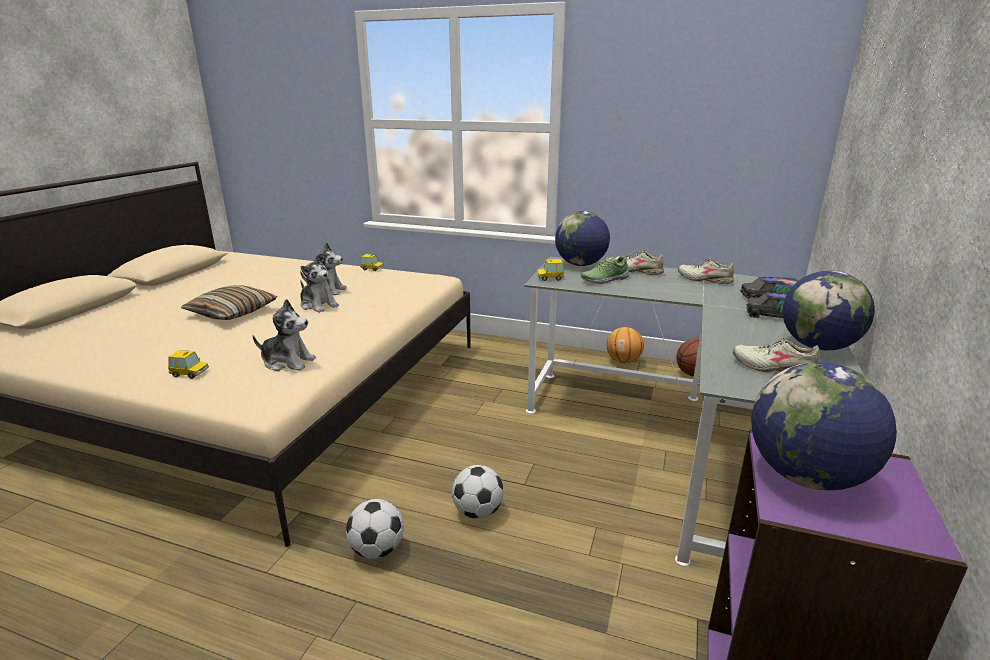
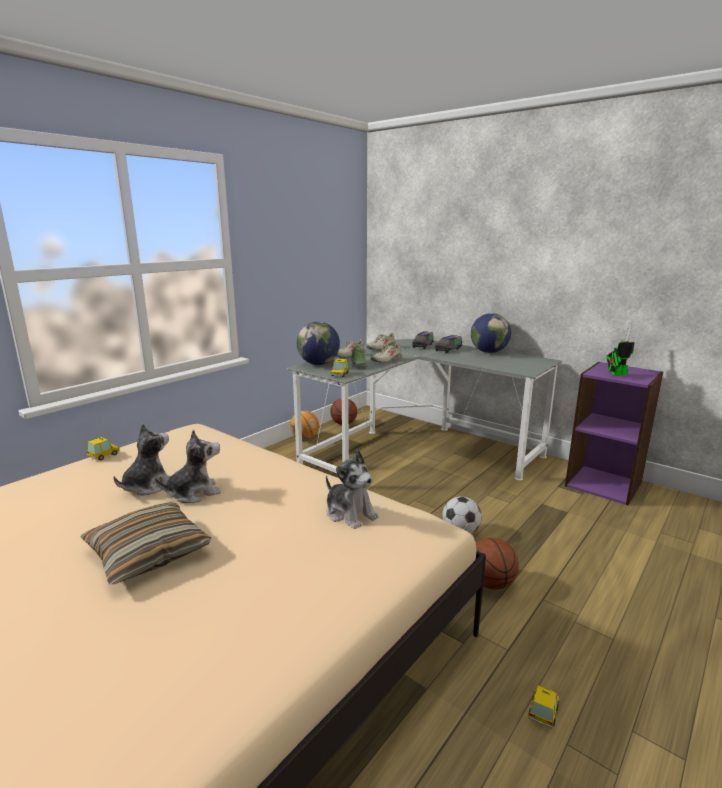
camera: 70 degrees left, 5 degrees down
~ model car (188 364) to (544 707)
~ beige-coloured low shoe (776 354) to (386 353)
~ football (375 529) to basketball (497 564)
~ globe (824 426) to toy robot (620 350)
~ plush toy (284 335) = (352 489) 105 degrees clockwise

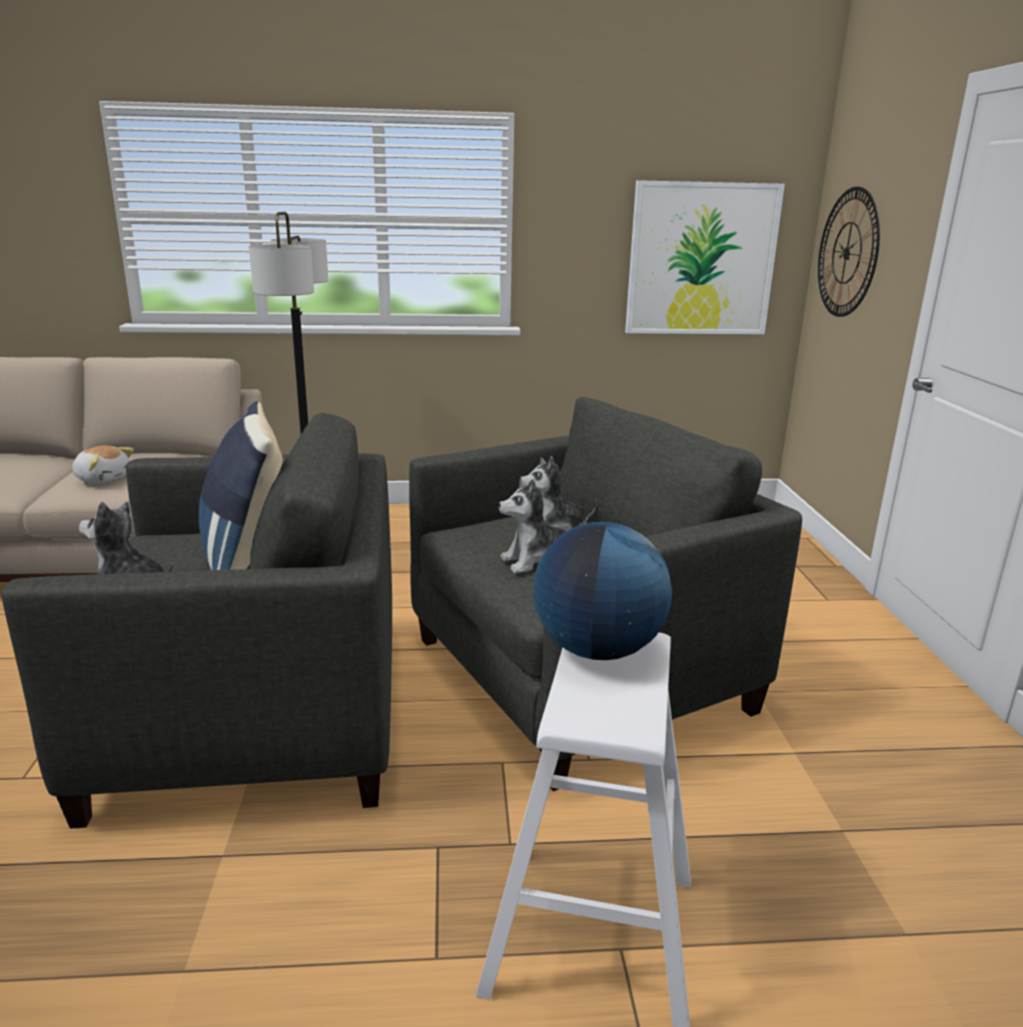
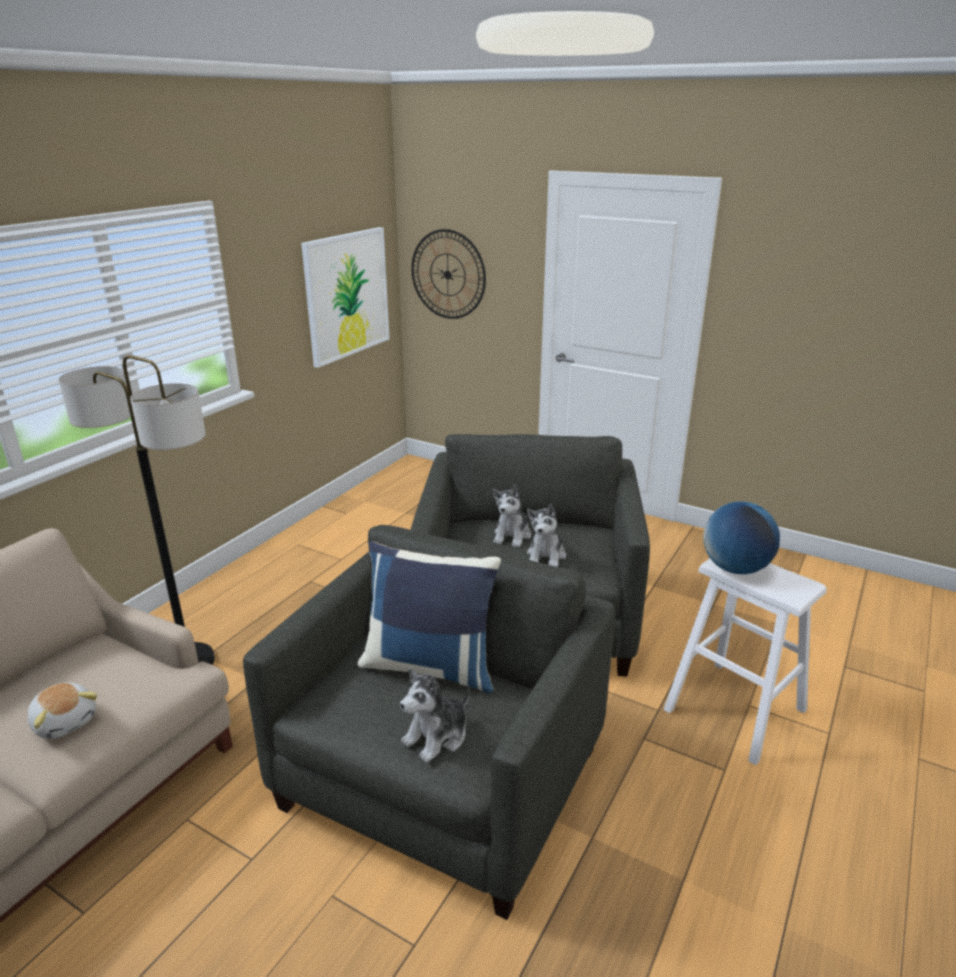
camera: 55 degrees left, 5 degrees up
~ plush toy (103 464) = (62 710) 75 degrees clockwise

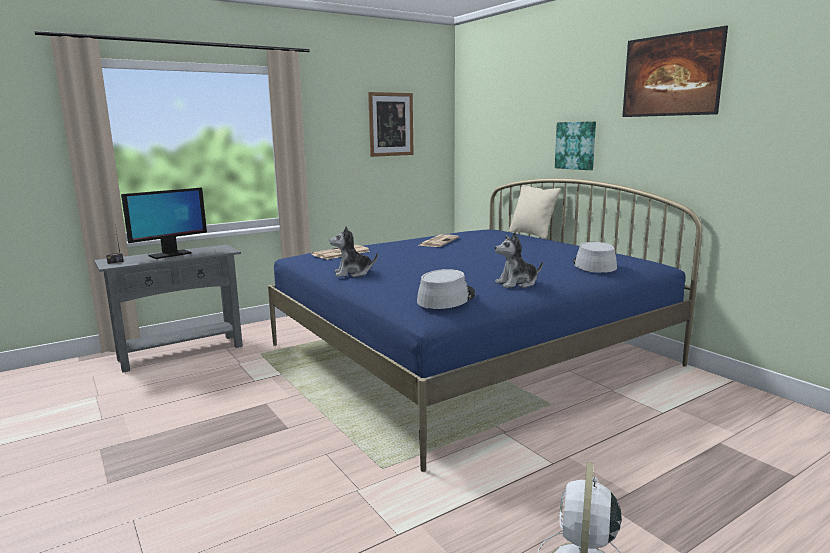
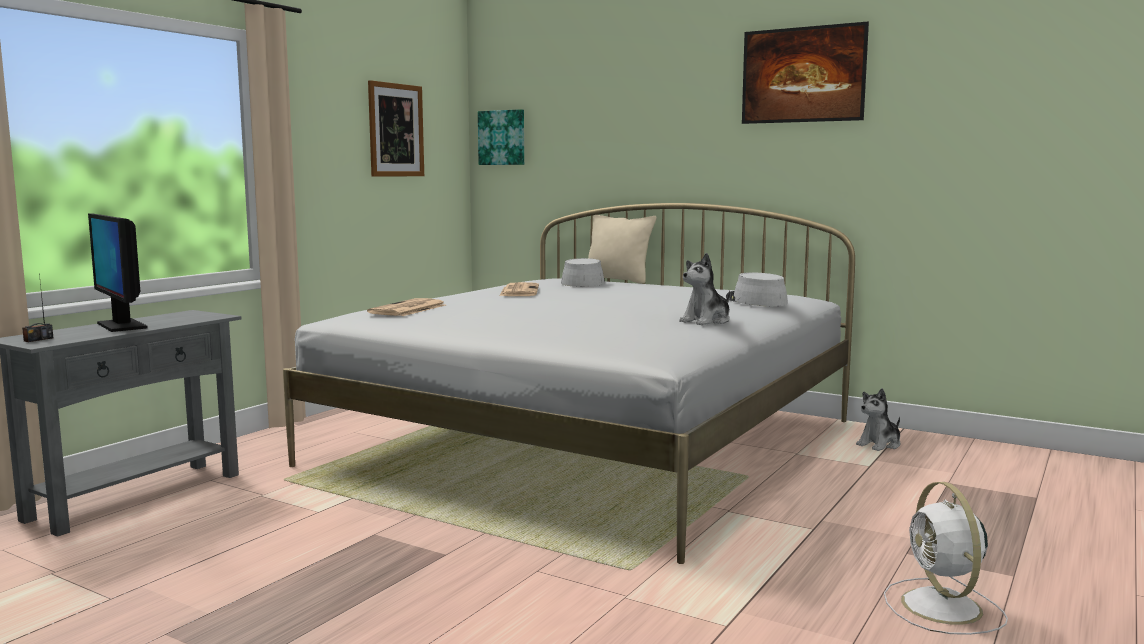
camera: 25 degrees left, 5 degrees down
~ plush toy (353 251) to (878 419)
~ gray clothing hat (446 289) to (583 272)
~ wall picture (575 145) to (501 137)
~ blue-coloured sleeping bed (485 325) to whitish sleeping bed (569 383)
~ monitor (164 223) = (117 272) 120 degrees clockwise

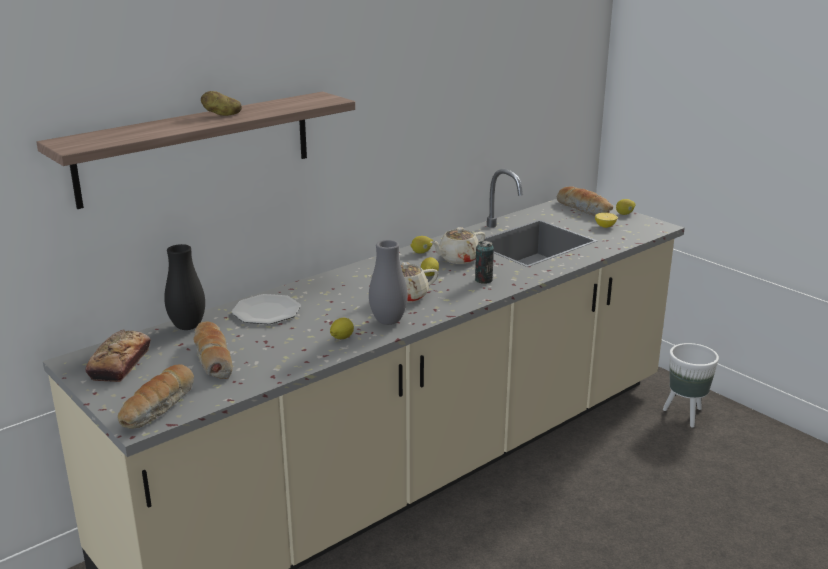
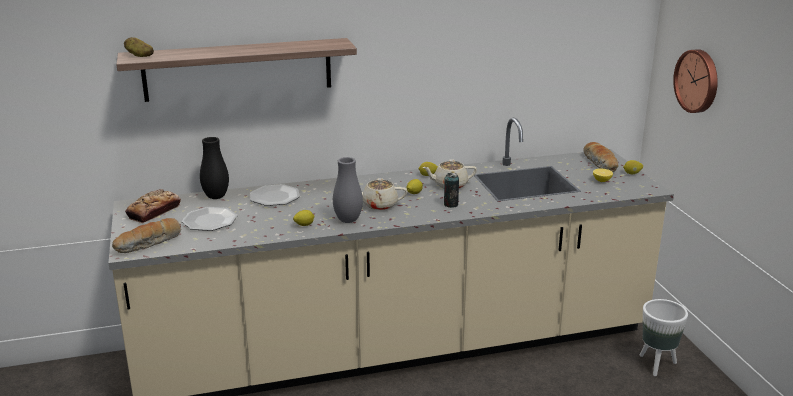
camera: 25 degrees right, 0 degrees up
+ wall clock (695 81)
~ whole potato (221 103) to (139 47)
~ baked bread (213 350) to plate (209 219)

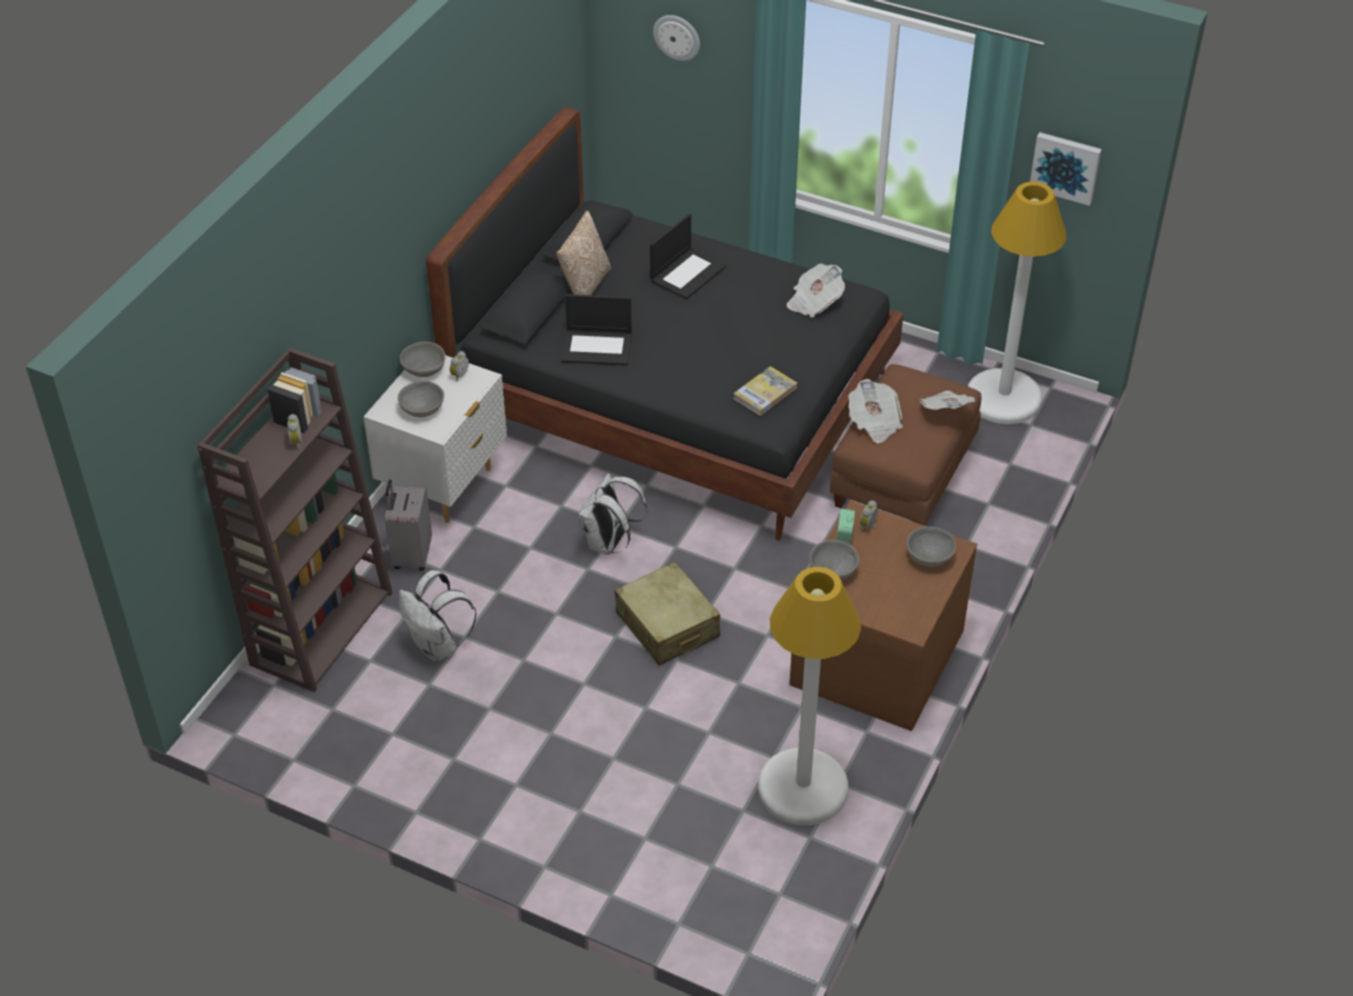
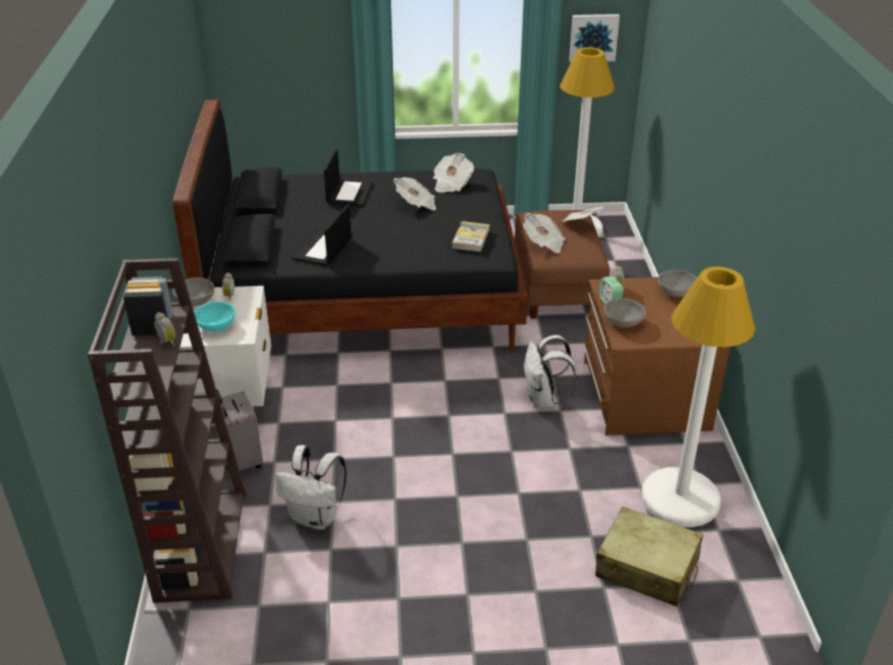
camera: 30 degrees left, 10 degrees down
- cushion (583 253)
- wall clock (676 38)
+ daily paper (414 193)
~ whitish knapsack (612 514) to (551 371)
~ beige-coloured suitcase (667 613) to (649 556)
~ gray serving bowl (421 399) to blue-green serving bowl (215 317)
~ notebook computer (596 330) = (322 235) 135 degrees clockwise

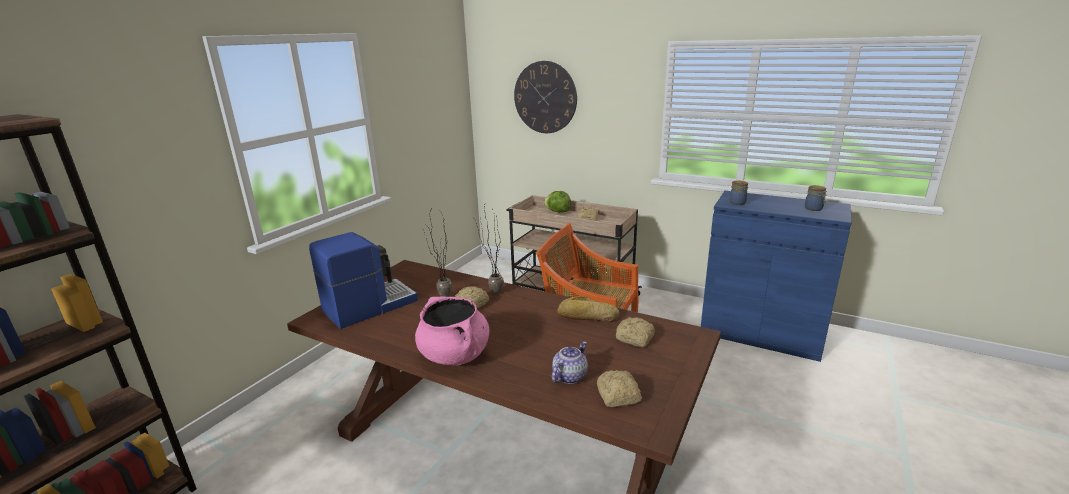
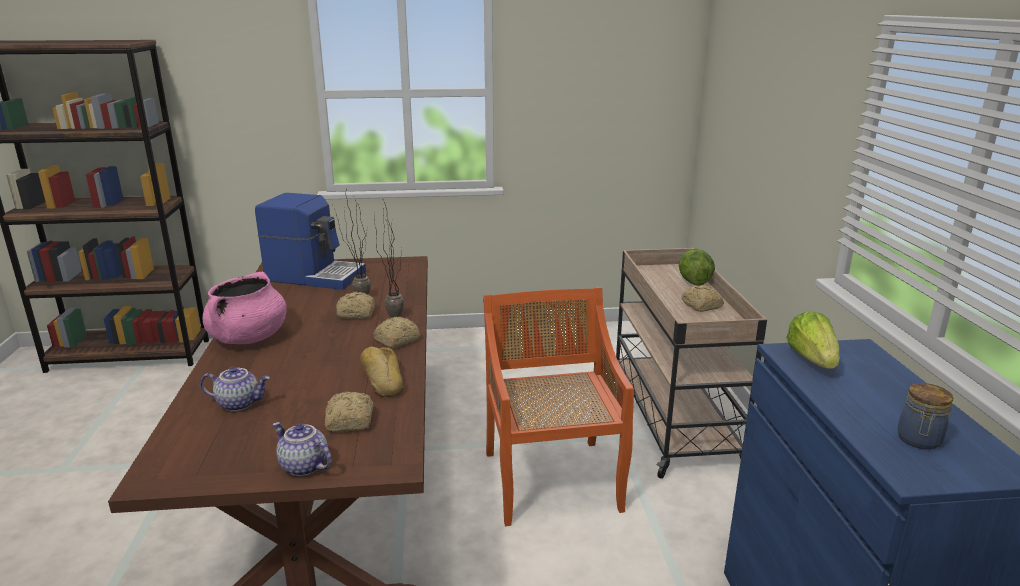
camera: 55 degrees right, 0 degrees up
- wall clock (545 97)
+ tea pot (302 449)
~ baked bread (619 388) to (396 332)
~ preserve jar (738 193) to head of lettuce (813 340)

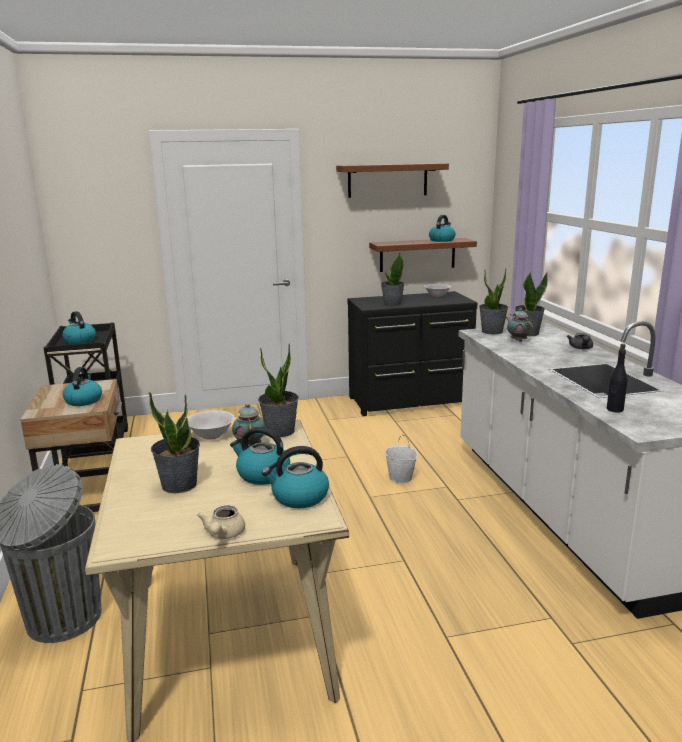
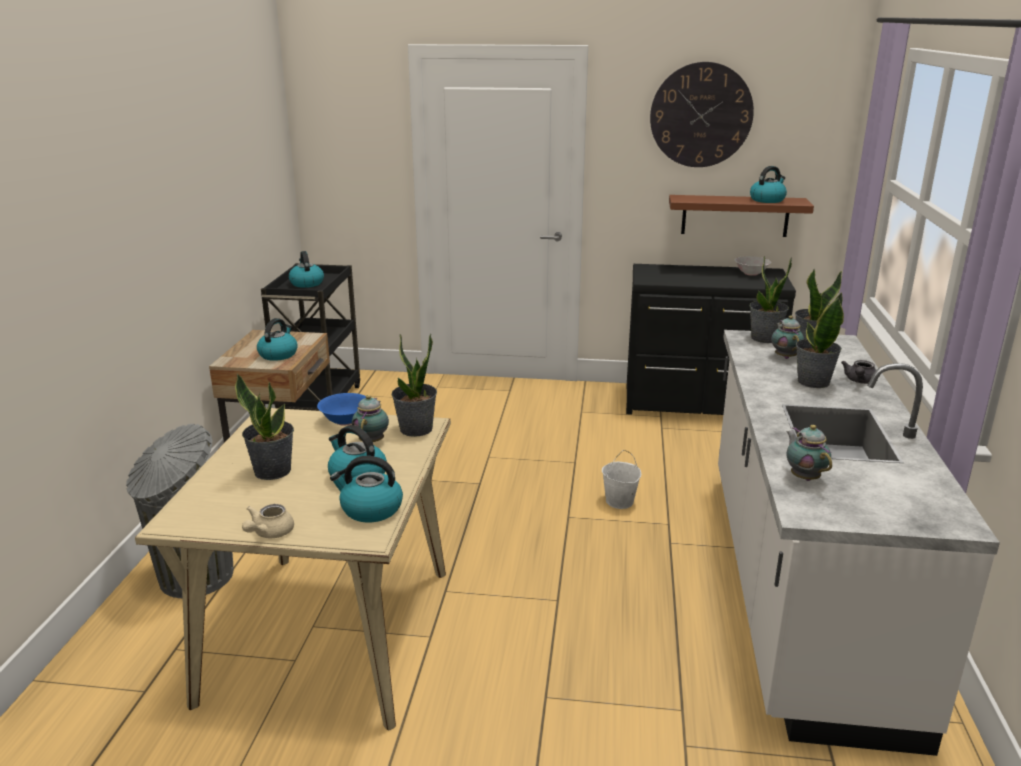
camera: 20 degrees right, 5 degrees up
~ houseplant (392 279) to (820 340)
~ brown bracket shelf (392 180) to wall clock (702 114)
~ black beverage bottle (617 378) to tea pot (809 453)
~ whitish serving bowl (211 425) to blue-coloured serving bowl (341 409)

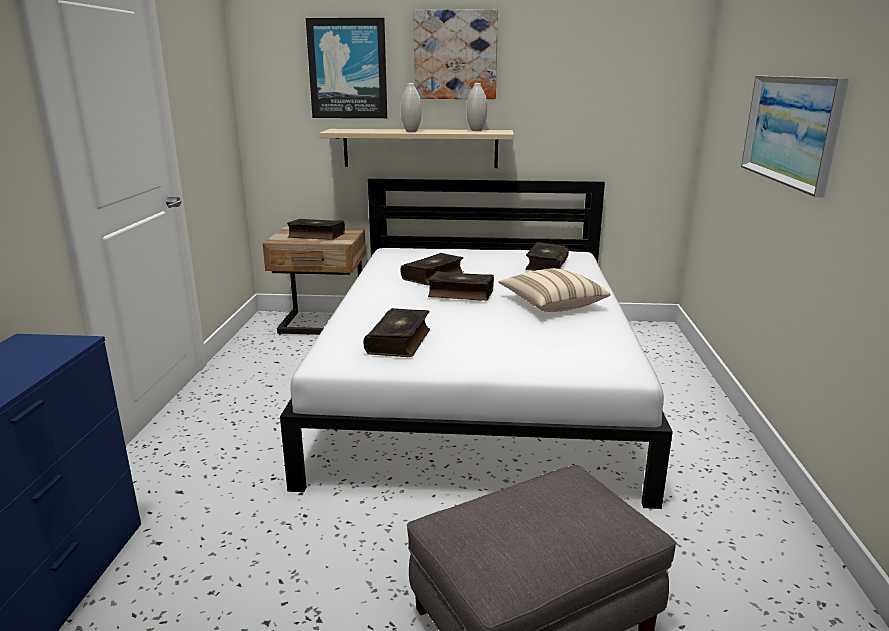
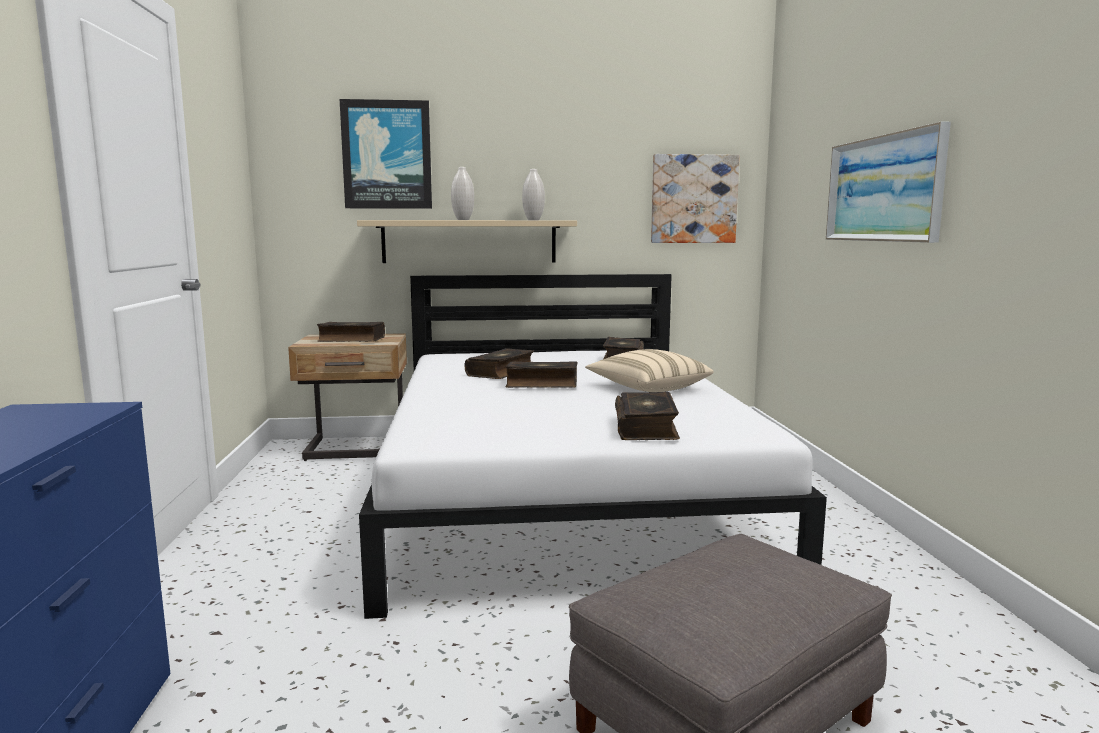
camera: 10 degrees left, 10 degrees down
~ bound book (396 332) to (647 416)
~ wall picture (455 54) to (695 198)

